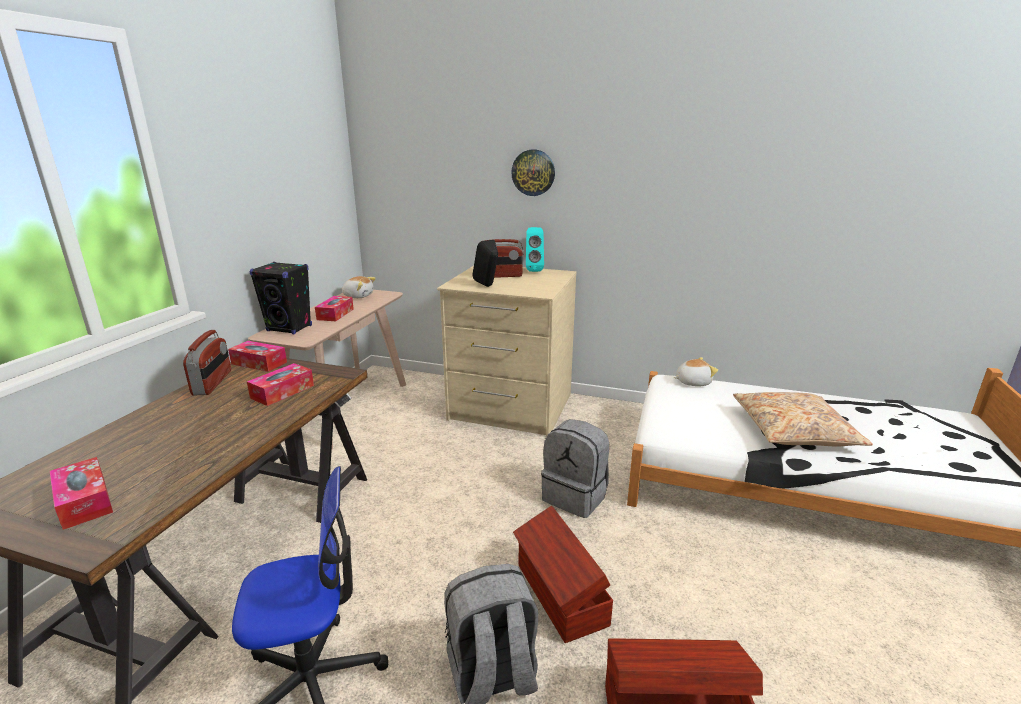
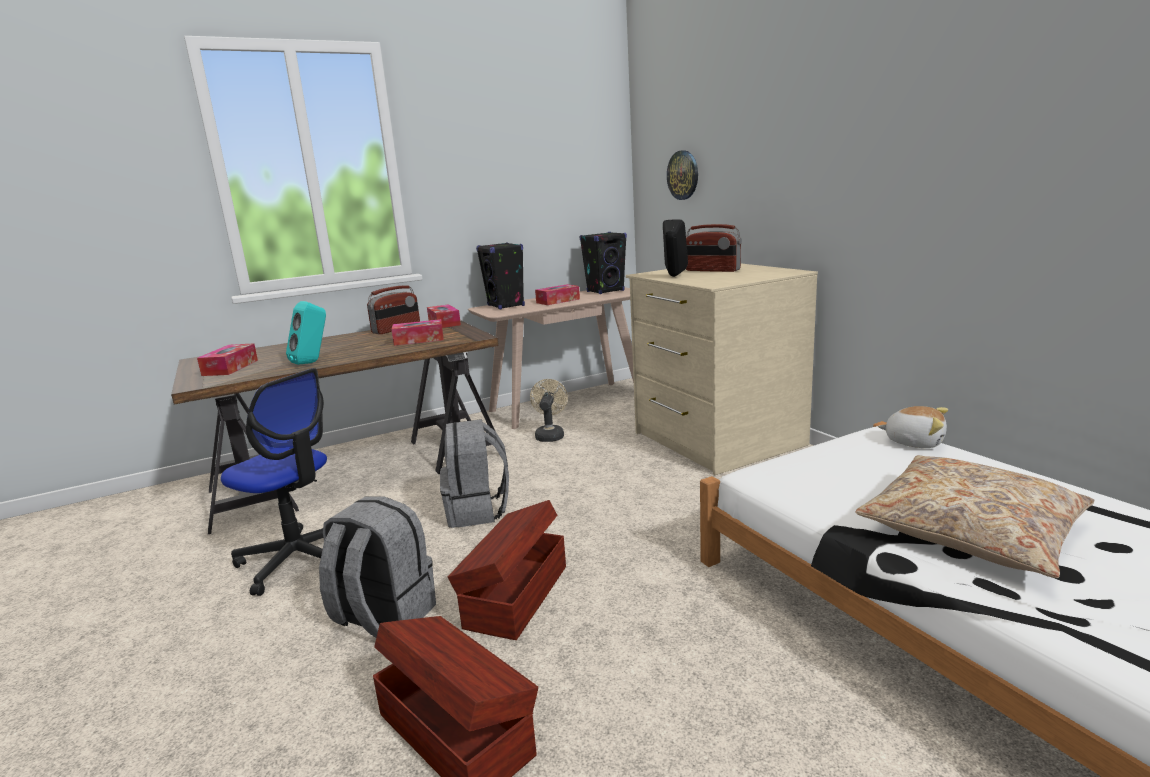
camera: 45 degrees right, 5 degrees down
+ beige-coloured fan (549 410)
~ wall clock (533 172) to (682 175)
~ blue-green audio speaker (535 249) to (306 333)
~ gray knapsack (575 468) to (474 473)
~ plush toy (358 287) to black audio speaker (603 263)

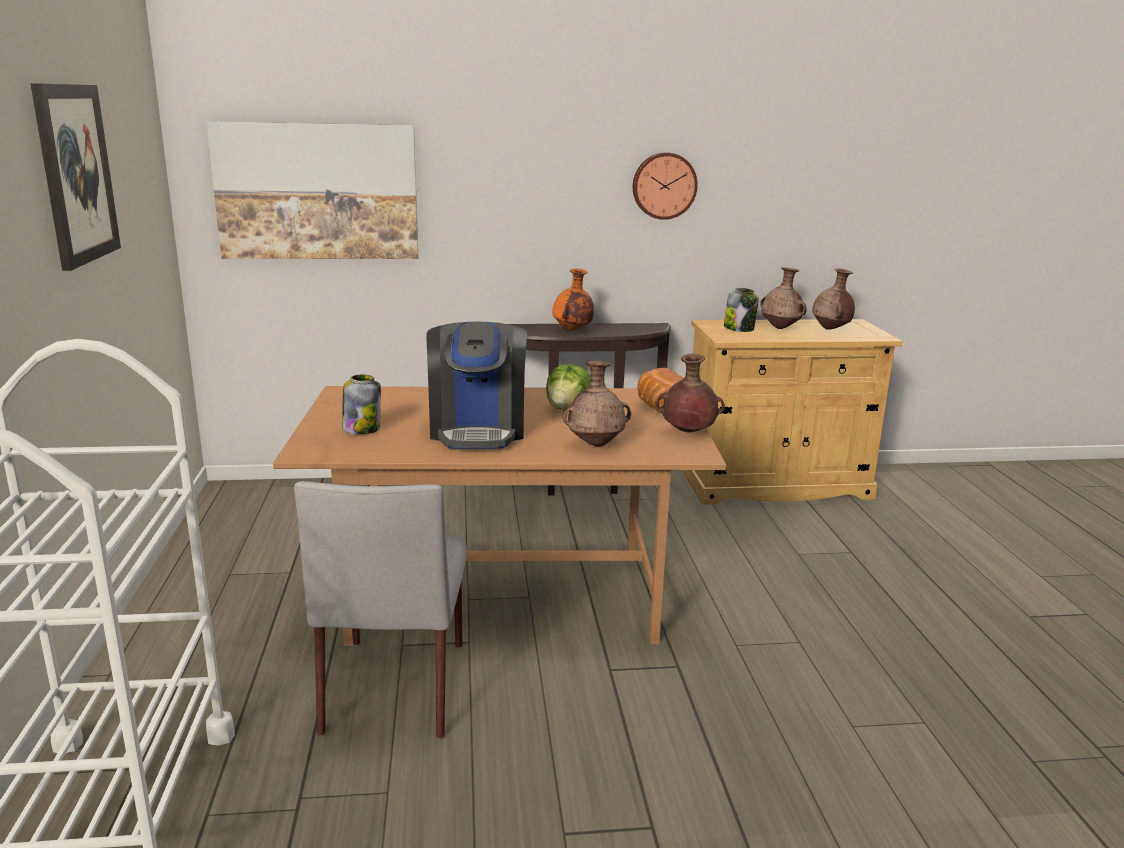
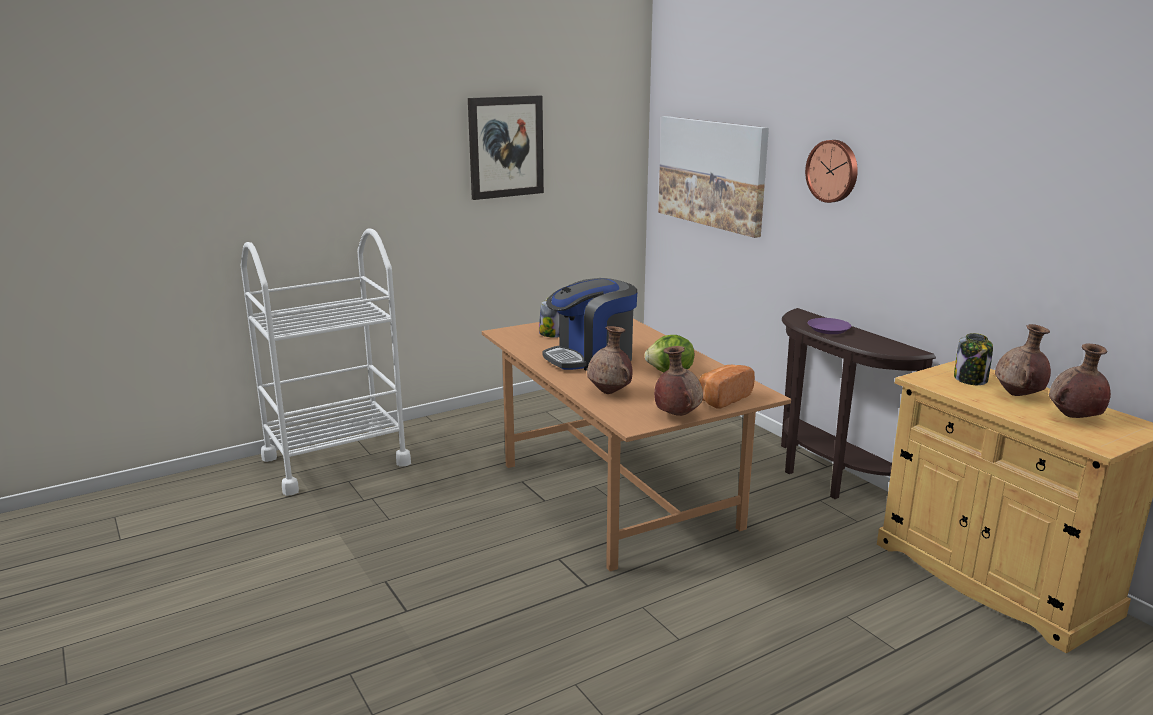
camera: 65 degrees right, 0 degrees up
- gray chair (380 610)
~ wall clock (665 186) to (831 171)
~ orange flower vase (573 299) to purplish plate (829 326)

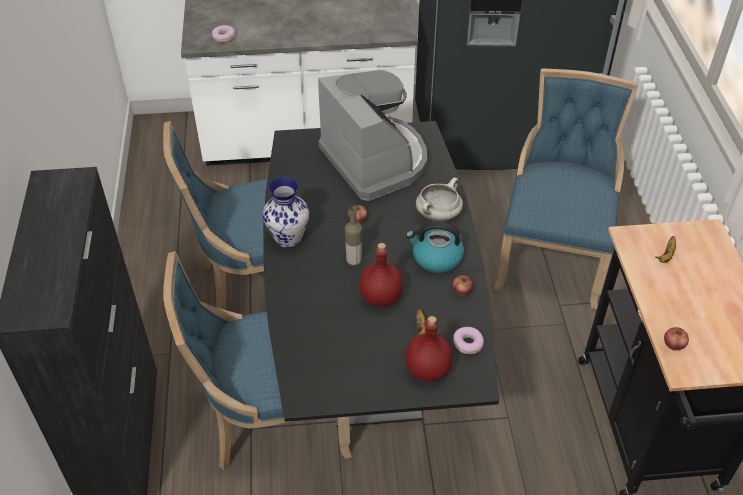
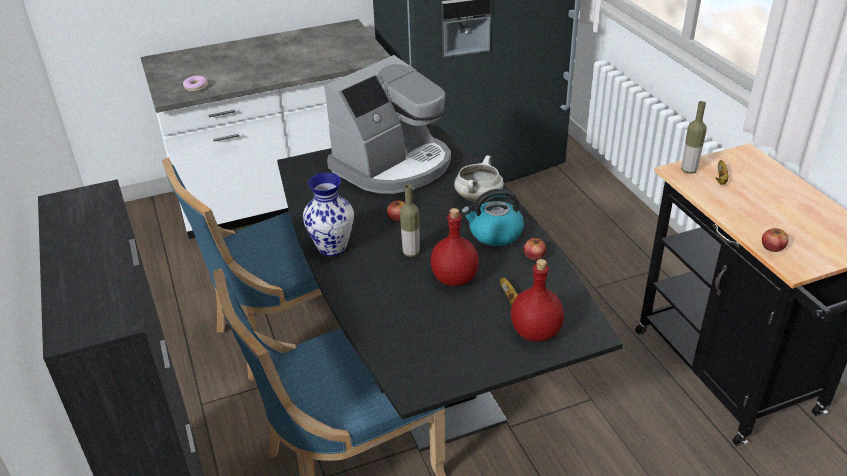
camera: 15 degrees left, 10 degrees down
- doughnut (468 340)
- blue-coloured chair (566 189)
+ beverage bottle (694 137)
~ coffee machine (372 135) = (387 124) 90 degrees clockwise

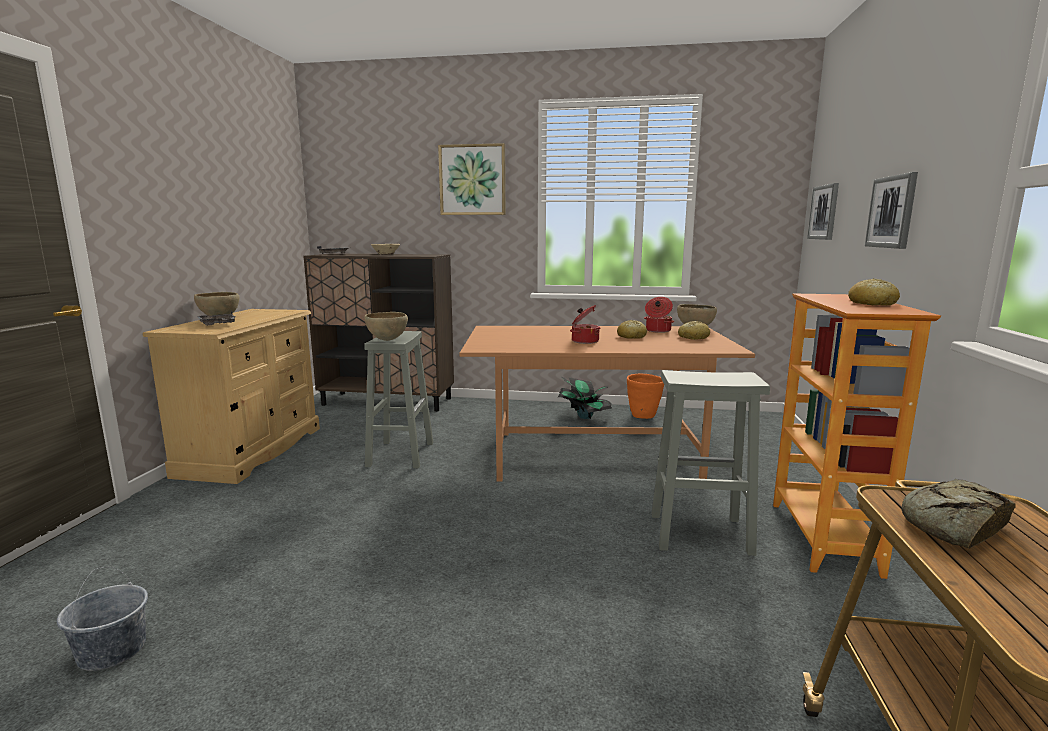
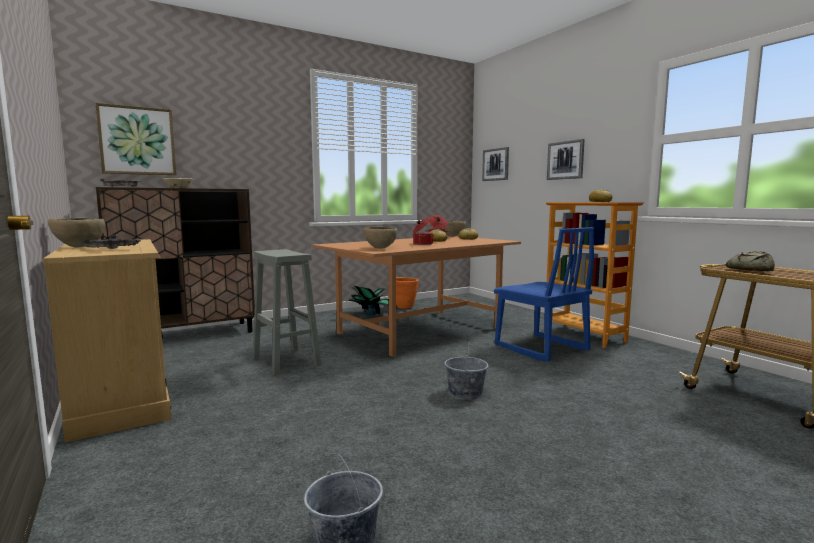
camera: 40 degrees left, 5 degrees down
+ gray bucket (466 370)
~ brown serving bowl (386 326) to (380 238)
~ wall picture (472 179) to (135 139)
~ gray stool (710 463) to blue-coloured chair (544 294)

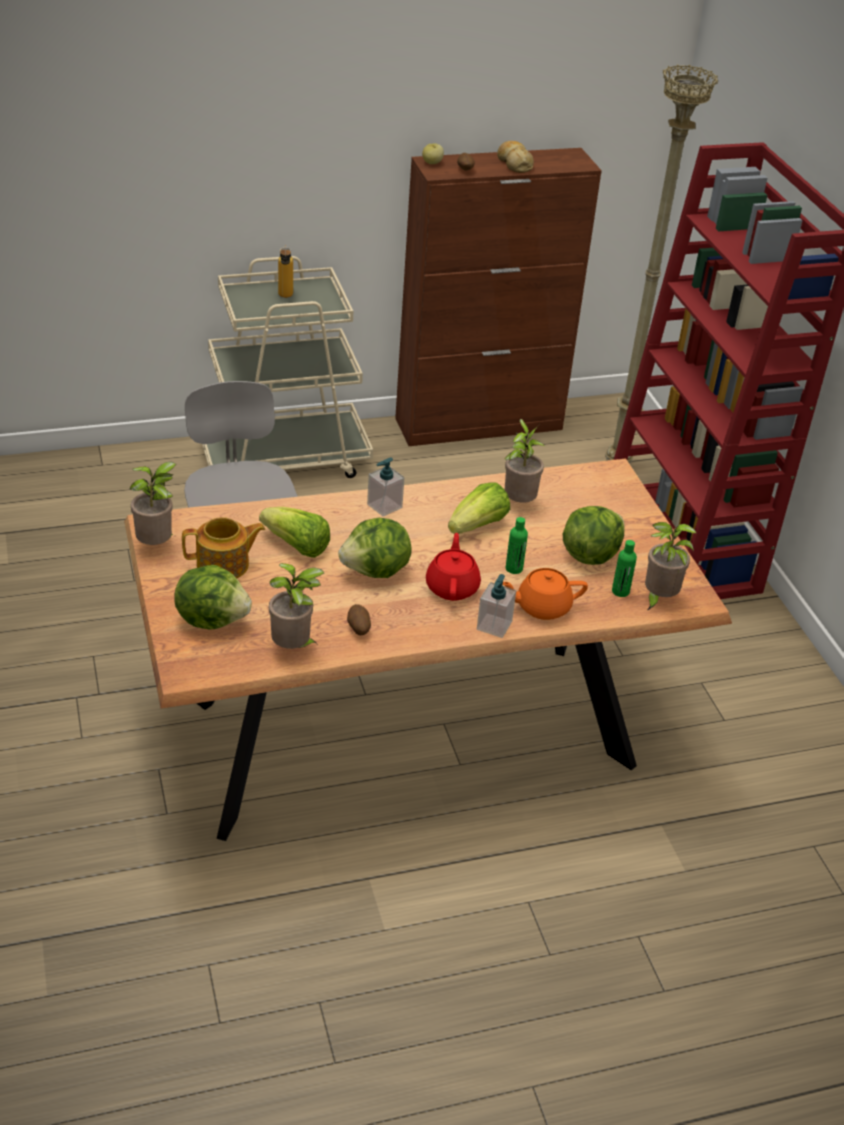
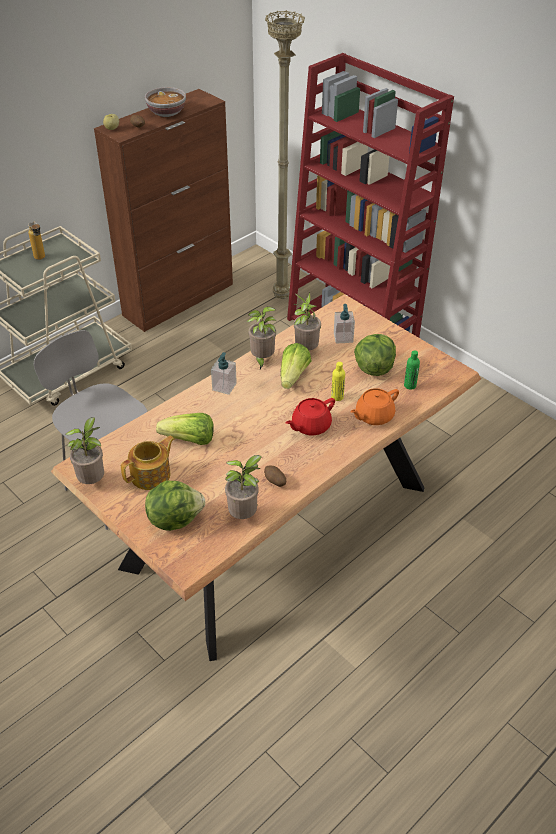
camera: 25 degrees left, 5 degrees up
- head of lettuce (375 548)
~ soap dispenser (496 606) to (344 324)
~ houseplant (671 566) to (262 338)
~ baked bread (515 157) to serving bowl (165 102)
~ greenish beverage bottle (517 545) to yellow-coloured beverage bottle (338 381)
~ red tea pot (453 567) = (310 417) 105 degrees counterclockwise

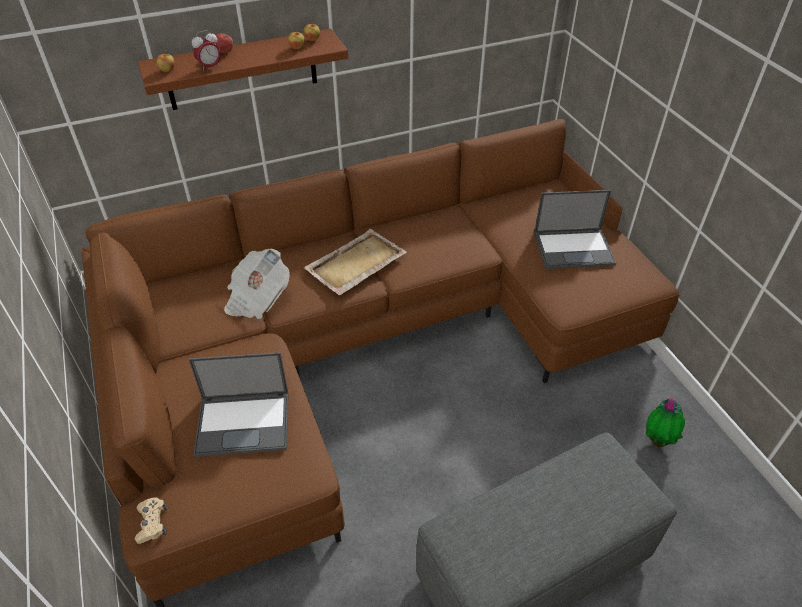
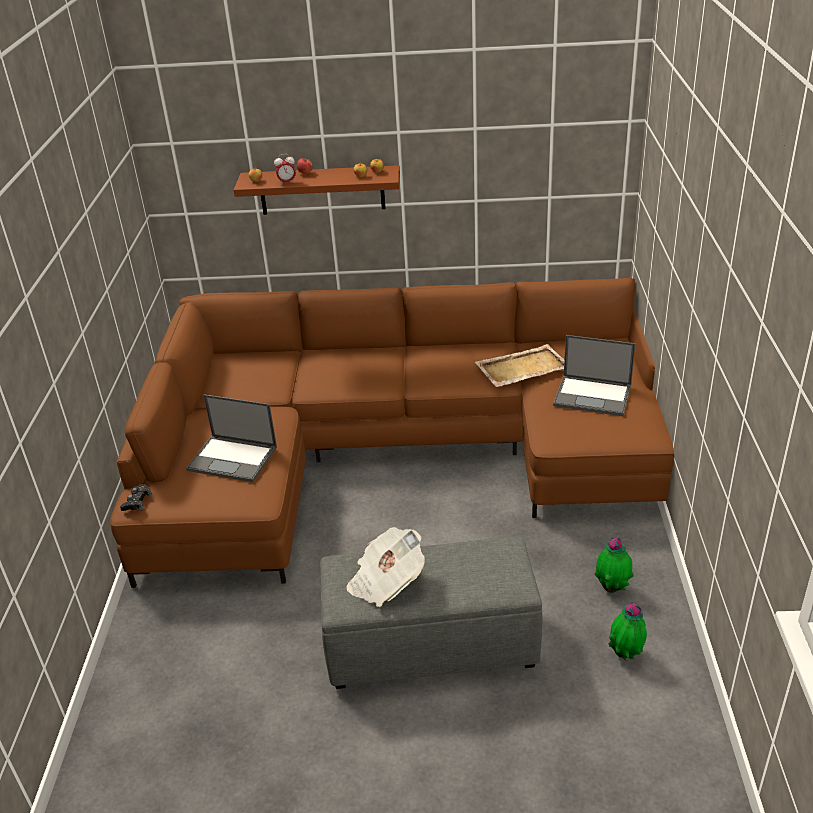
camera: 25 degrees right, 10 degrees down
+ houseplant (627 631)
~ daily paper (257 284) to (385 567)
~ beige-coloured serving tray (355 262) to (519 365)
~ beige-coloured joypad (151 520) to black joypad (136 497)

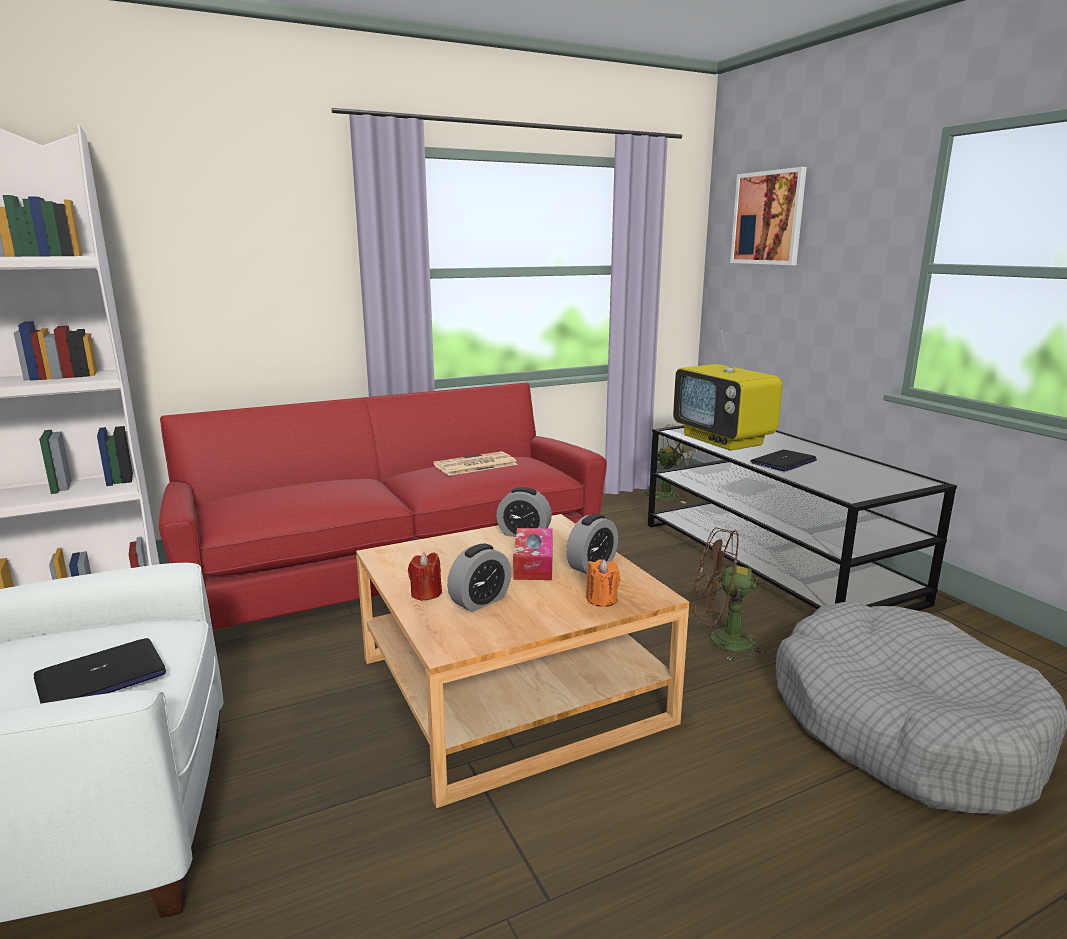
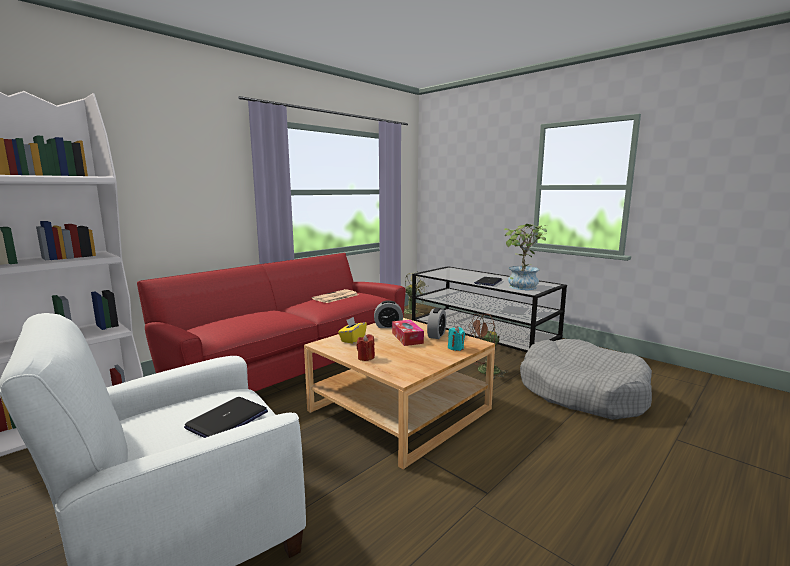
camera: 20 degrees left, 5 degrees down
- alarm clock (479 578)
- TV (728 388)
- wall picture (768 216)
+ yellow-coloured tissue holder (352 330)
+ houseplant (525 257)
~ orange wax light (603 583) to blue-green wax light (456 339)

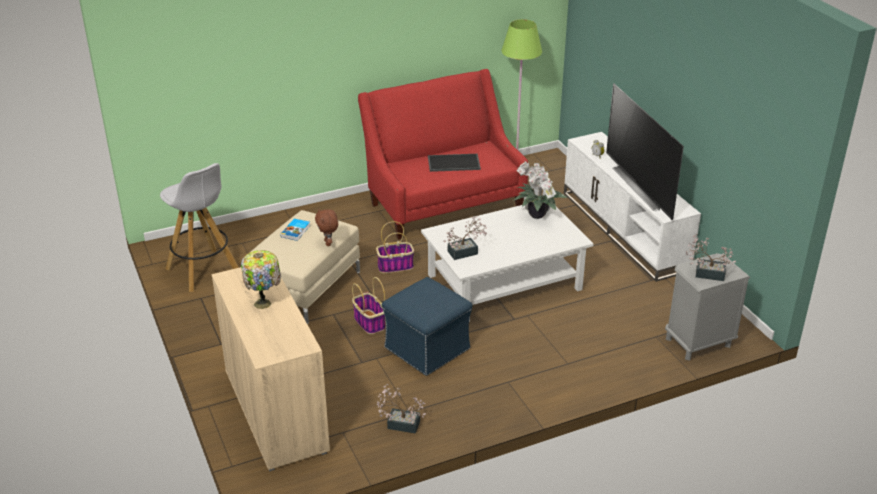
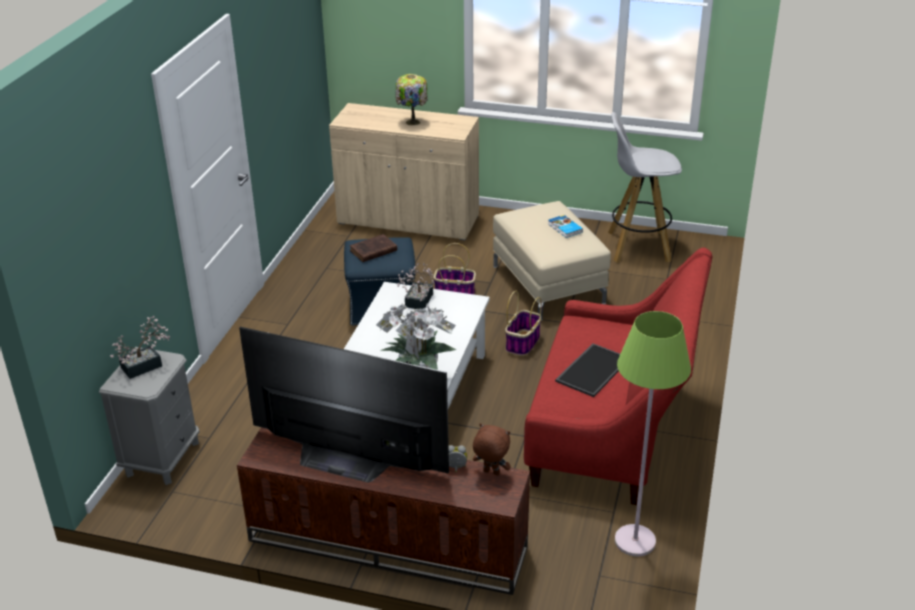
camera: 130 degrees right, 0 degrees up
- houseplant (401 409)
+ brown bound book (373 248)
~ brown plush toy (326 227) to (492 449)
~ whitish media console (632 207) to brown media console (383 511)

